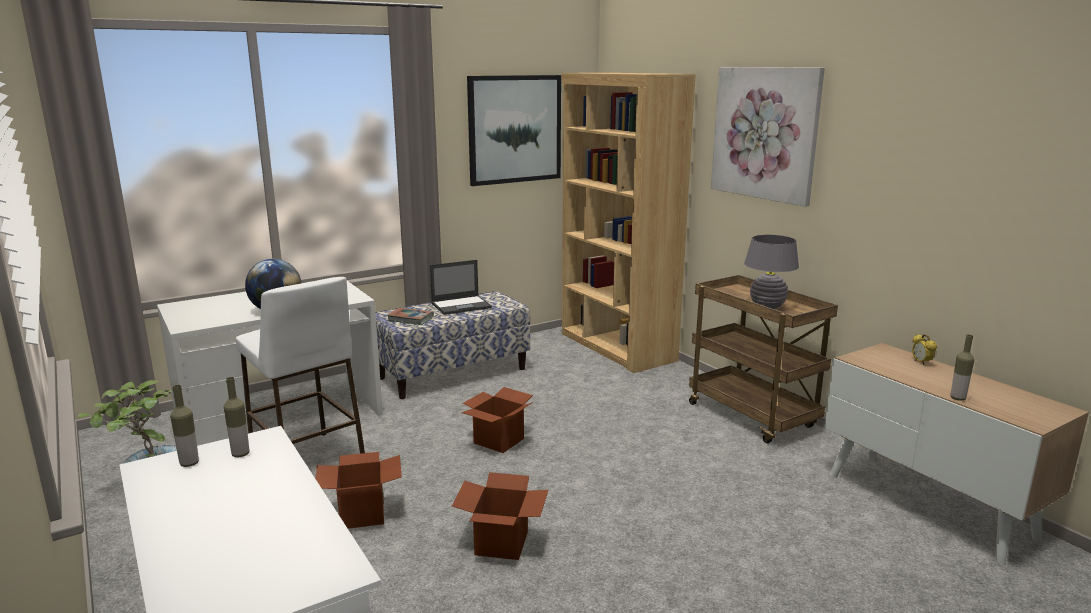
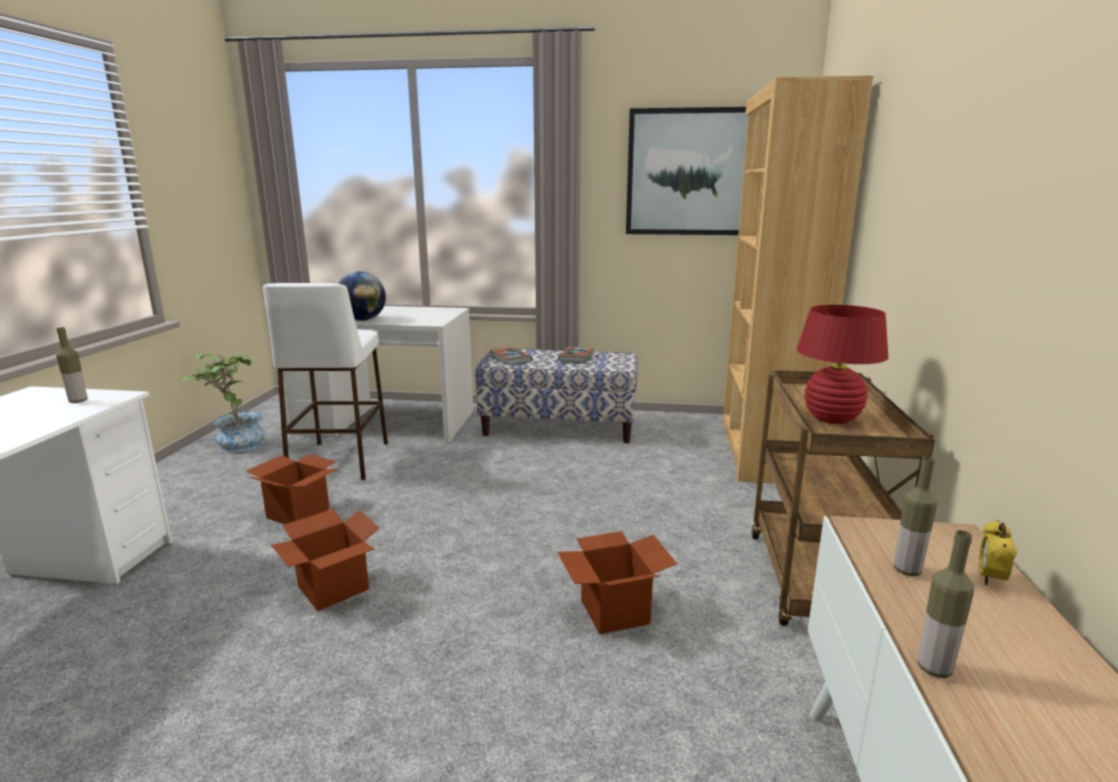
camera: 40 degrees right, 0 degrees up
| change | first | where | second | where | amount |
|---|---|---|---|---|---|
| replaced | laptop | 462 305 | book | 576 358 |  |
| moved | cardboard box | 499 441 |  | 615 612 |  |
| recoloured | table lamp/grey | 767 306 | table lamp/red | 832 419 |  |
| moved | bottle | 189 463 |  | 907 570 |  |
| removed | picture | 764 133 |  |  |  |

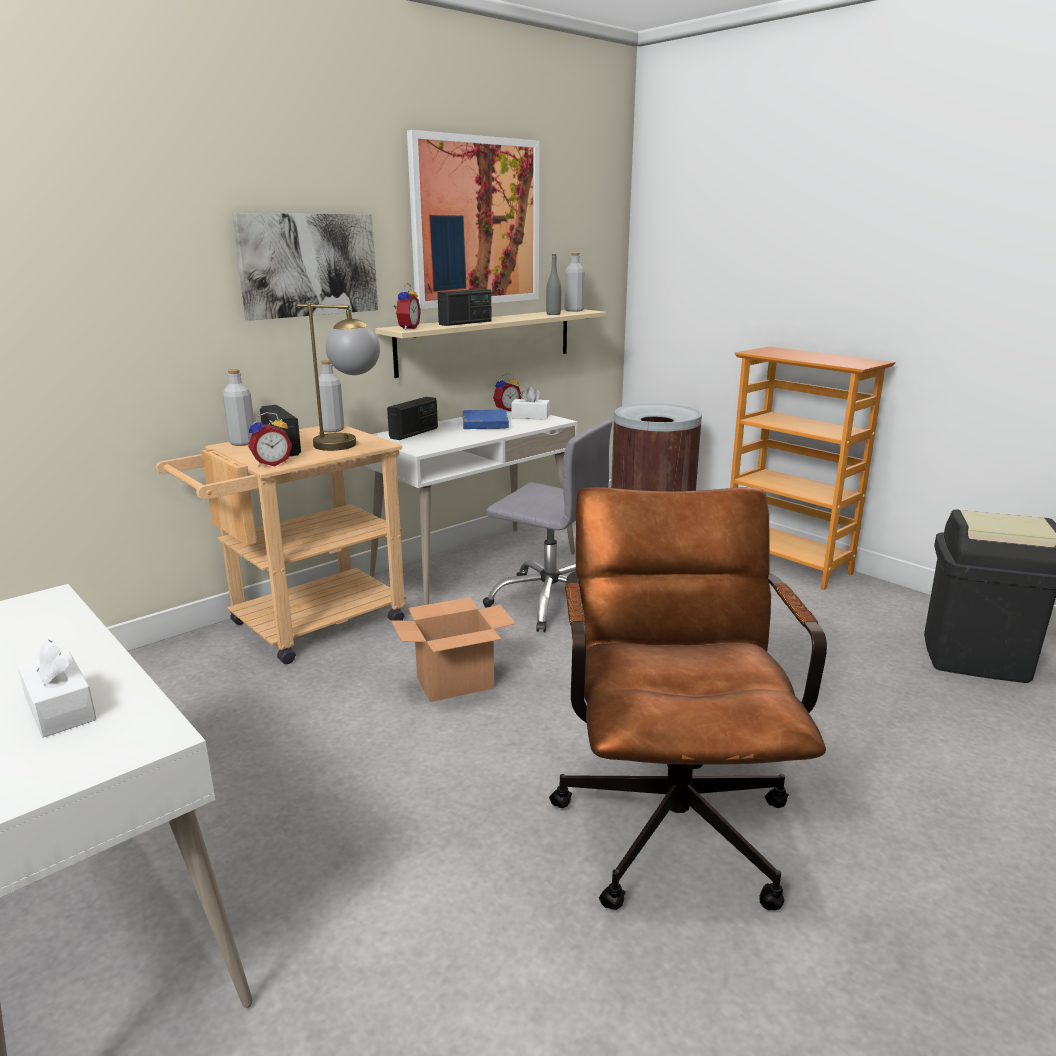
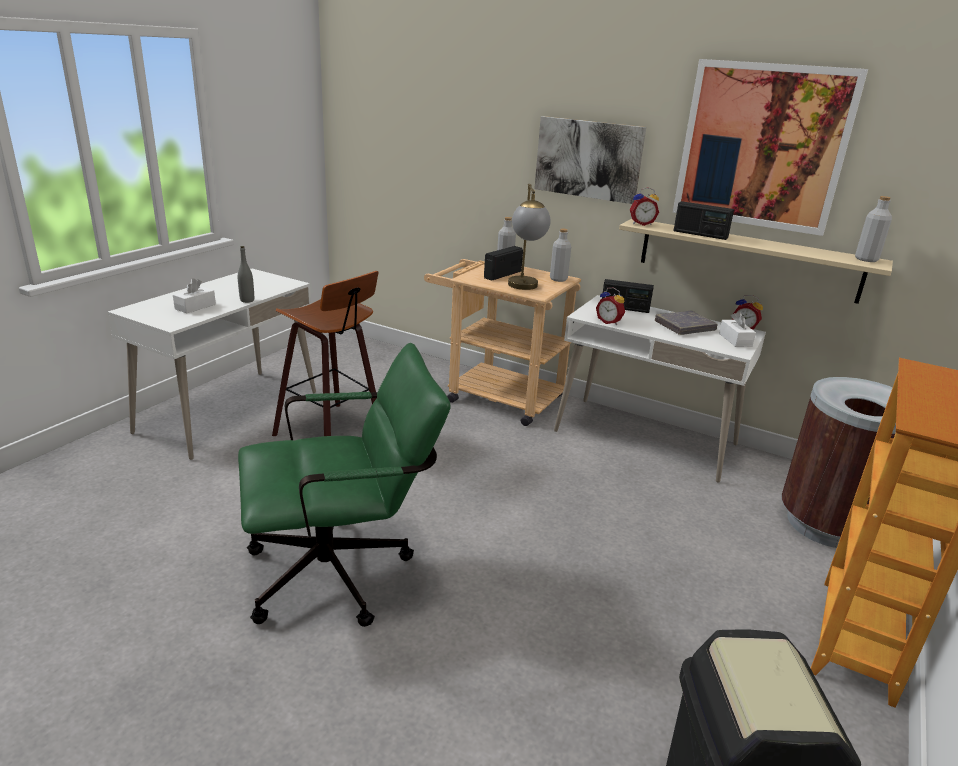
camera: 70 degrees right, 5 degrees up
| change | first | where | second | where | amount |
|---|---|---|---|---|---|
| moved | bottle/grey | 553 314 |  | 247 300 |  |
| recoloured | office chair/brown | 671 814 | office chair/green | 343 571 |  |
| added |  |  | stool | 333 431 |  |
| moved | alarm clock | 271 463 |  | 609 322 |  |
| recoloured | book/blue | 485 424 | book/grey | 685 326 |  |
| removed | cardboard box | 456 682 |  |  |  |
| removed | office chair/grey | 550 601 |  |  |  |

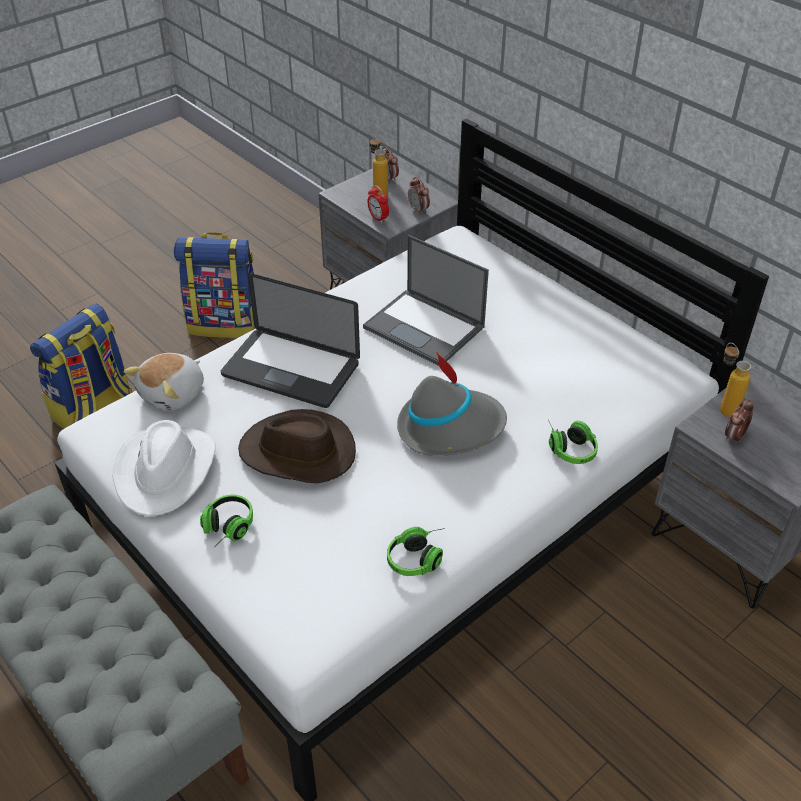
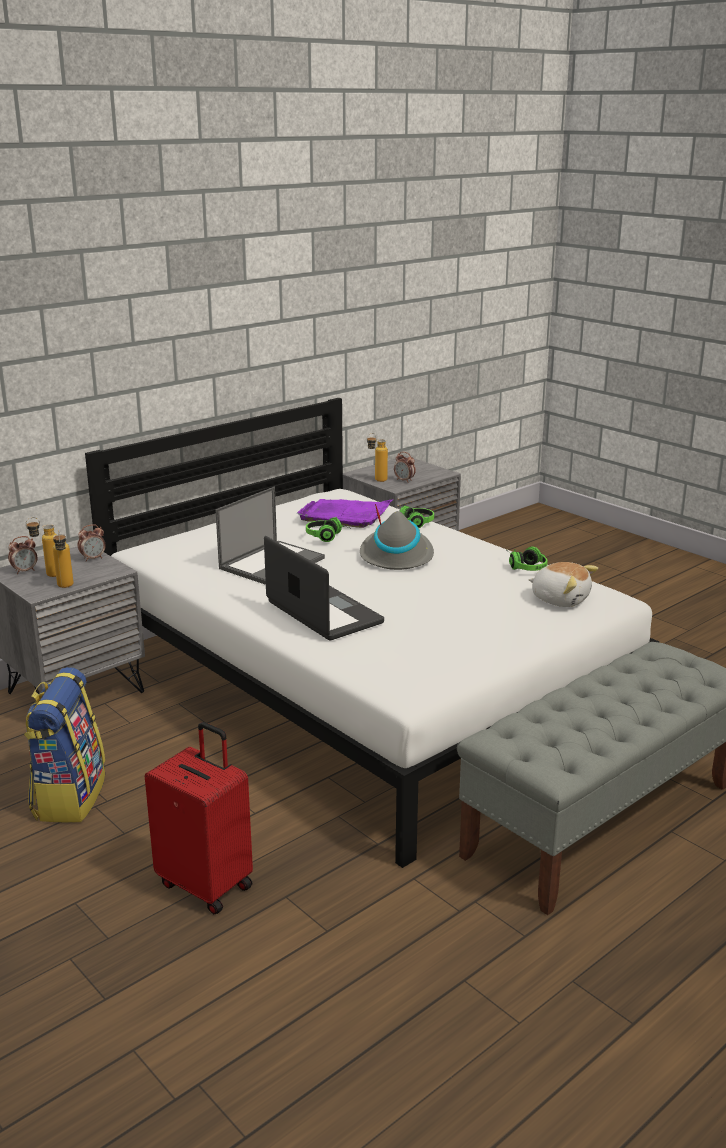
camera: 90 degrees left, 20 degrees down
| change | first | where | second | where | amount |
|---|---|---|---|---|---|
| added |  |  | bottle | 65 587 |  |
| replaced | backpack | 94 409 | suitcase/red | 207 884 |  |
| turned | laptop | 291 370 |  | 324 613 | 60 degrees counterclockwise |
| added |  |  | tray/purple | 345 515 |  |
| moved | headphones | 225 529 |  | 328 537 |  |
| moved | plush toy | 173 394 |  | 560 599 |  |
| removed | hat/white | 166 471 |  |  |  |
| removed | hat/brown | 298 453 |  |  |  |
| removed | alarm clock | 378 218 |  |  |  |

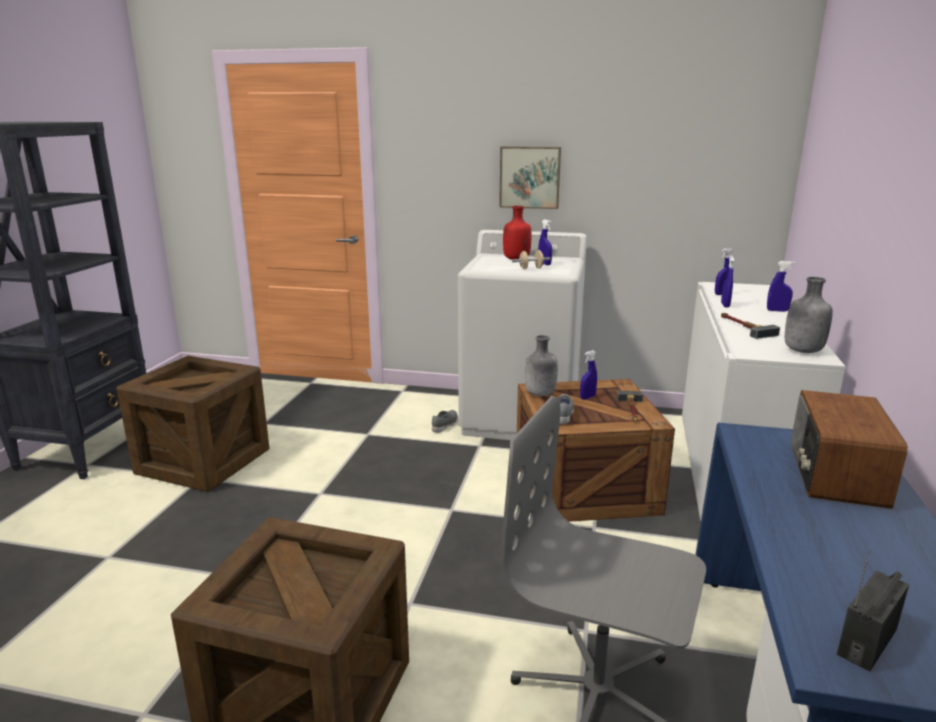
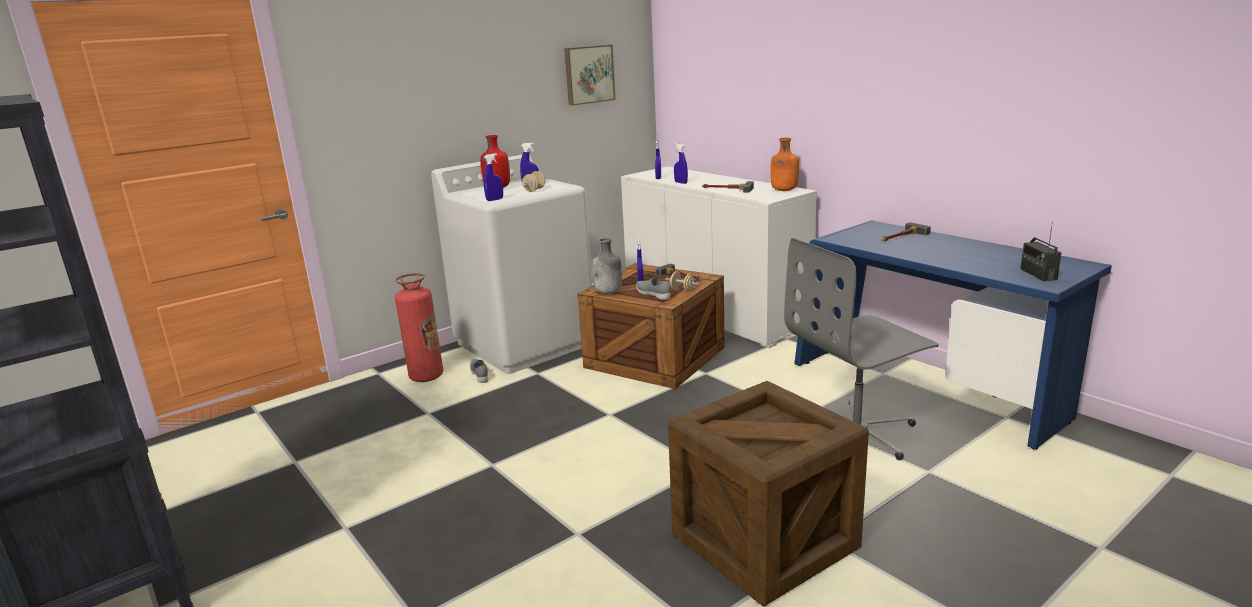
camera: 50 degrees left, 0 degrees up
| change | first | where | second | where | amount |
|---|---|---|---|---|---|
| added |  |  | fire extinguisher | 426 376 |  |
| moved | spray bottle/blue | 777 310 |  | 495 199 |  |
| moved | picture | 530 177 |  | 588 74 |  |
| added |  |  | dumbbell/beige | 682 290 |  |
| recoloured | bottle/grey | 802 351 | bottle/orange | 783 190 |  |
| replaced | radio | 834 474 | hammer | 901 237 |  |
| removed | crate | 203 461 |  |  |  |

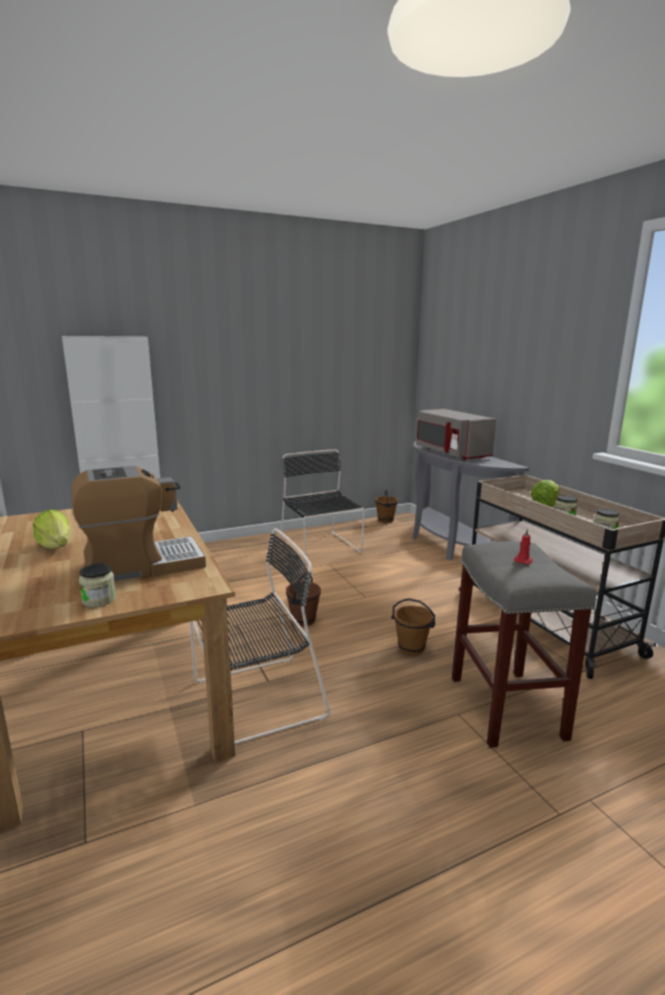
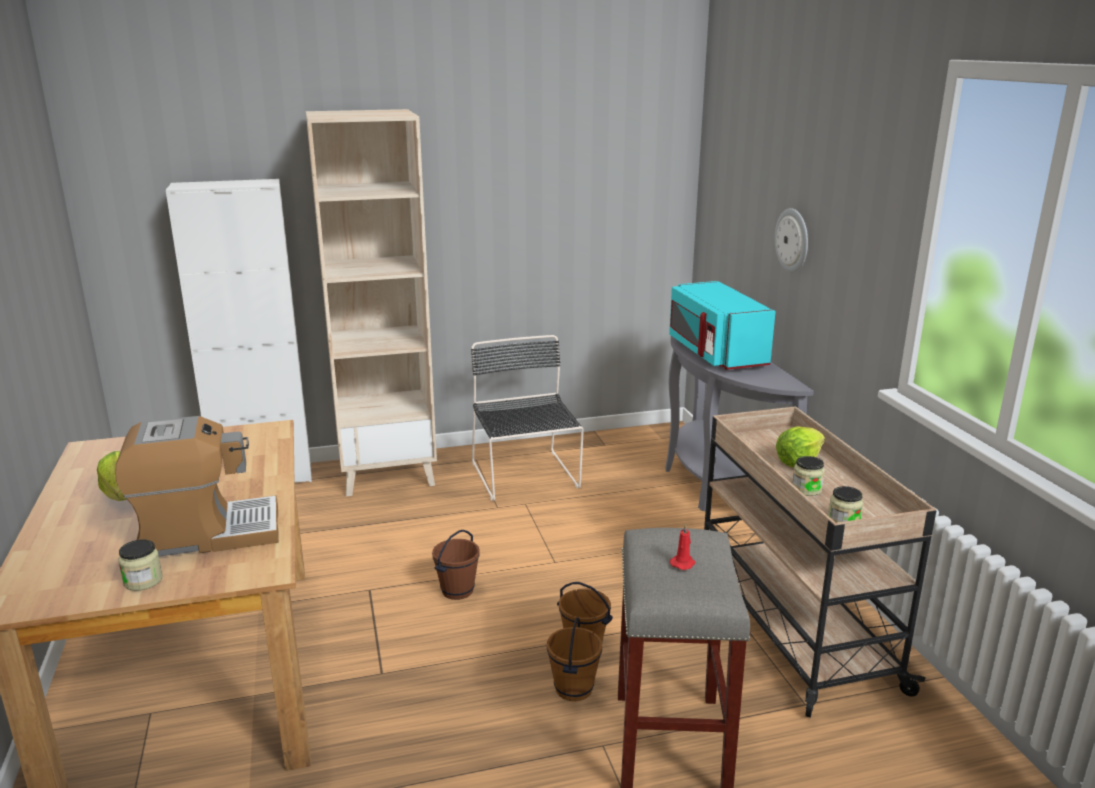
camera: 10 degrees right, 5 degrees up
| change | first | where | second | where | amount |
|---|---|---|---|---|---|
| added |  |  | bookcase/beige | 388 474 |  |
| moved | bucket/brown | 386 520 |  | 574 689 |  |
| recoloured | microwave/grey | 450 453 | microwave/turquoise | 714 353 |  |
| added |  |  | wall clock | 793 240 |  |
| removed | chair/black | 254 700 |  |  |  |

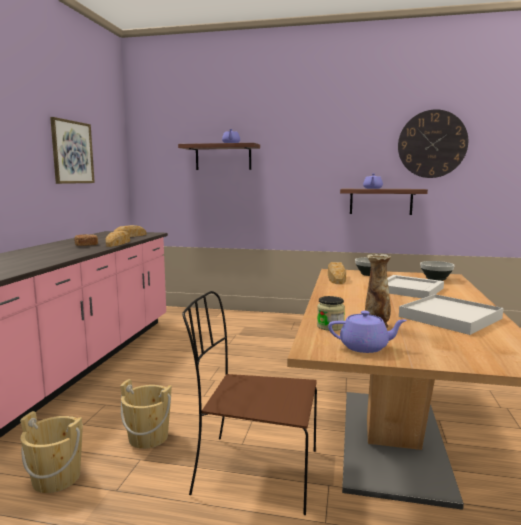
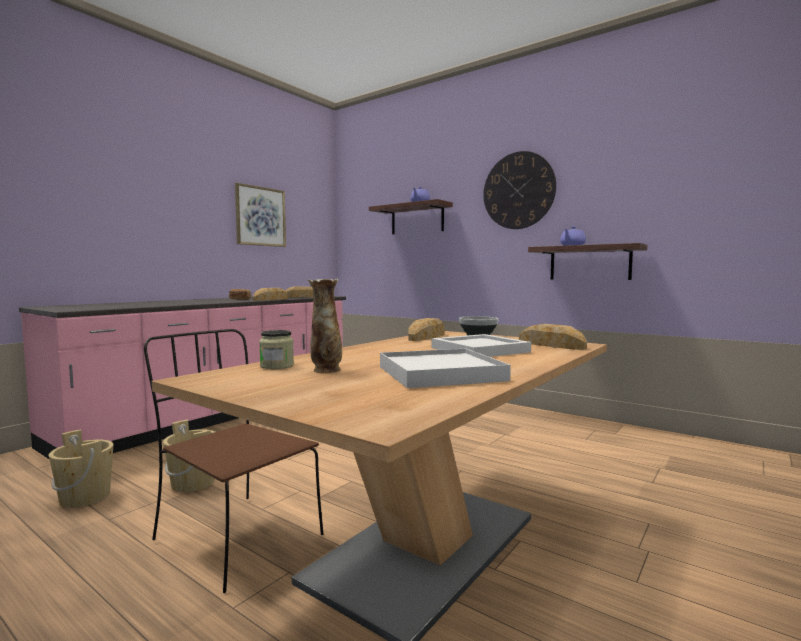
camera: 25 degrees right, 5 degrees down
| change | first | where | second | where | amount |
|---|---|---|---|---|---|
| moved | wall clock | 432 144 |  | 518 190 |  |
| replaced | bowl | 435 279 | bread | 551 345 |  |
| removed | teapot/purple | 365 347 |  |  |  |

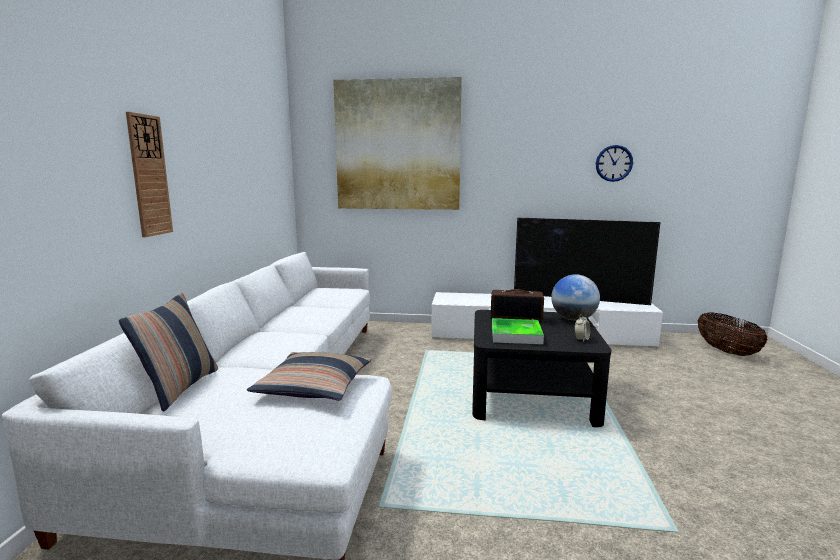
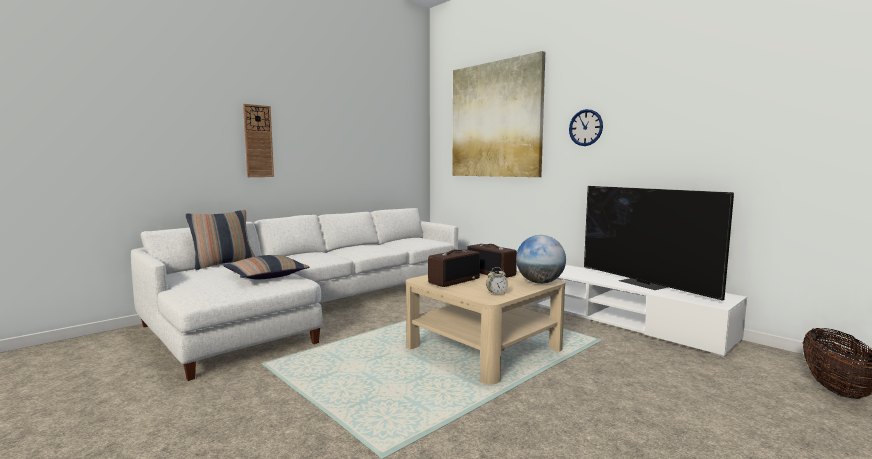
camera: 40 degrees right, 5 degrees down
| change | first | where | second | where | amount |
|---|---|---|---|---|---|
| recoloured | coffee table/black | 530 394 | coffee table/beige | 483 348 |  |
| replaced | tray | 516 335 | radio | 454 280 |  |
| moved | wall clock | 614 163 |  | 585 127 |  |

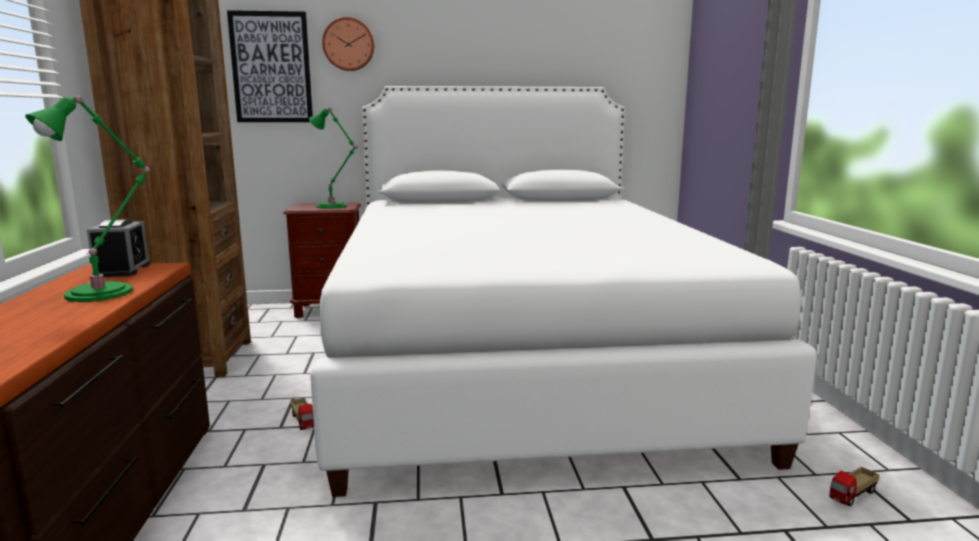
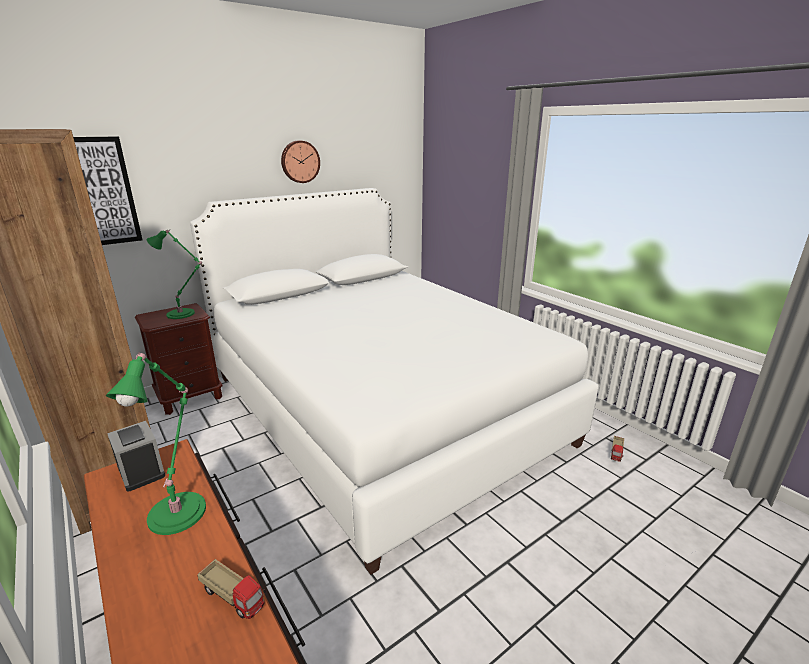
camera: 30 degrees left, 10 degrees up
| change | first | where | second | where | amount |
|---|---|---|---|---|---|
| moved | toy truck | 304 421 |  | 234 597 |  |
| moved | wall clock | 348 44 |  | 300 161 |  |

